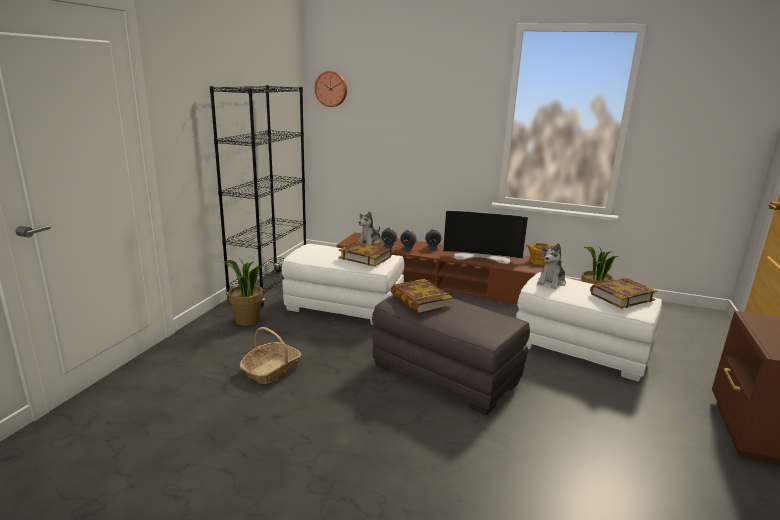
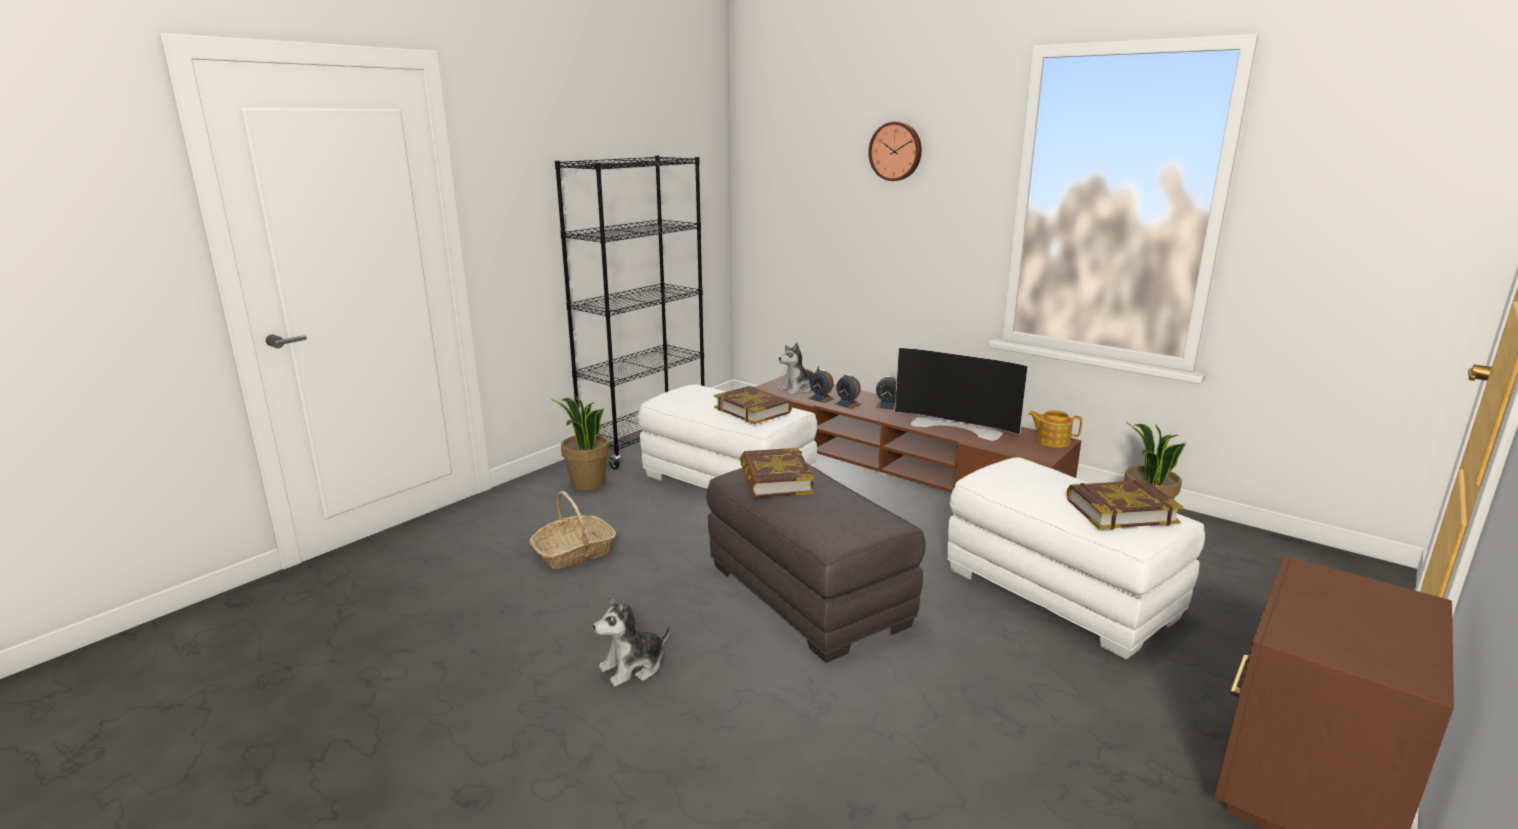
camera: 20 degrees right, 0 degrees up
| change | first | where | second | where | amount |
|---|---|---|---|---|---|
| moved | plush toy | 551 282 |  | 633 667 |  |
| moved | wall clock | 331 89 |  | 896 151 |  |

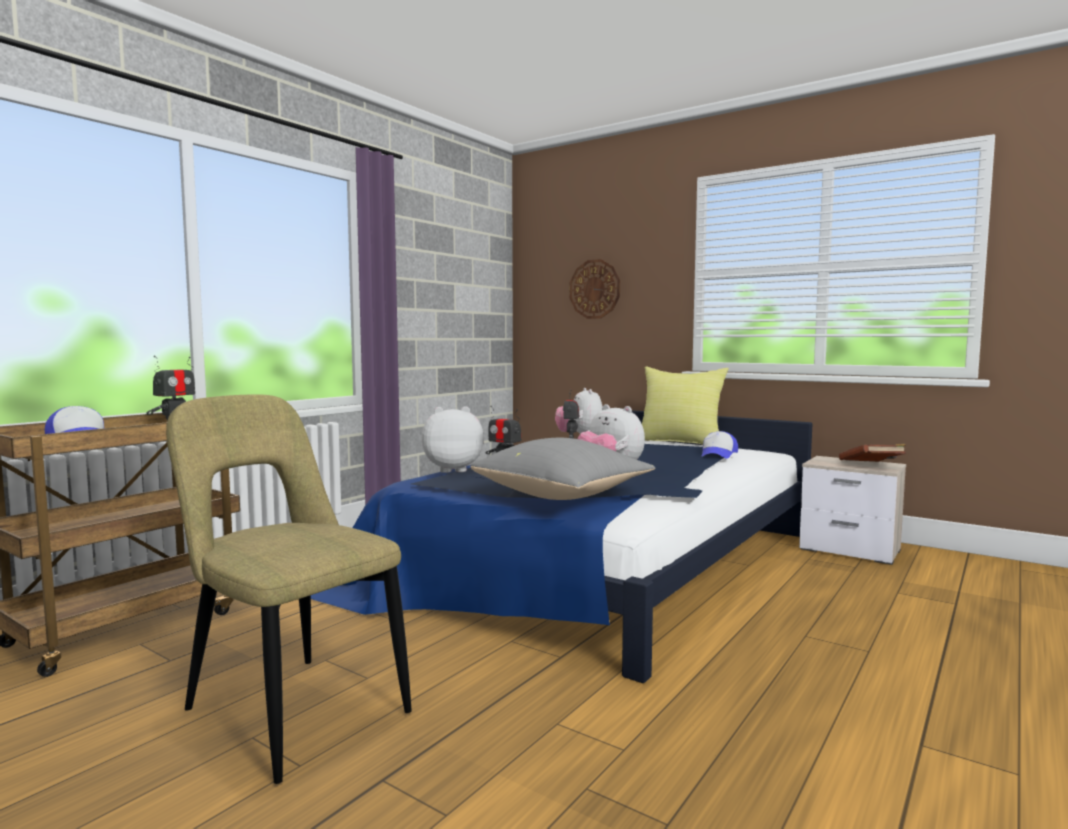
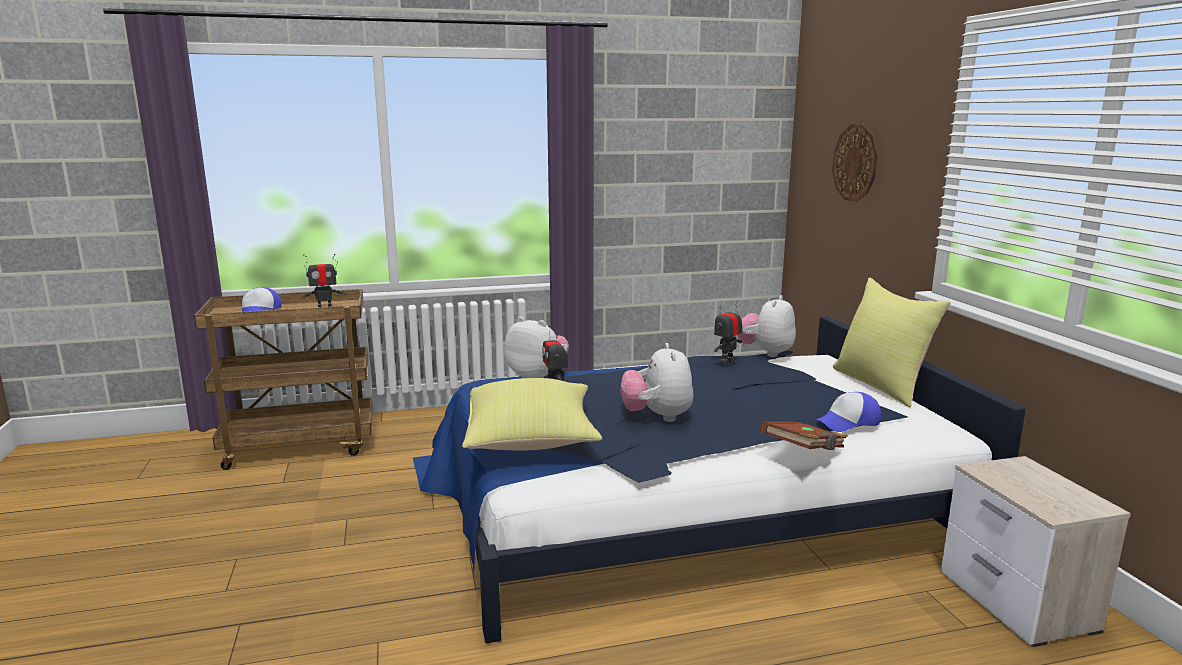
camera: 40 degrees right, 10 degrees up
| change | first | where | second | where | amount |
|---|---|---|---|---|---|
| recoloured | pillow/grey | 563 496 | pillow/yellow | 532 441 |  |
| moved | book/brown | 871 466 |  | 804 451 |  |
| removed | chair/beige | 290 709 |  |  |  |

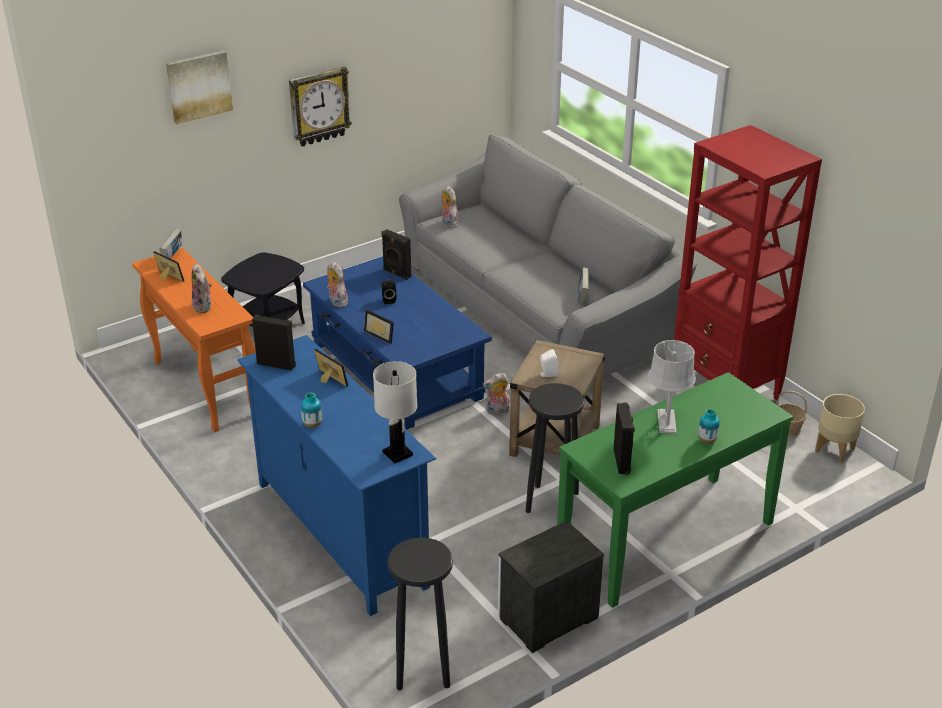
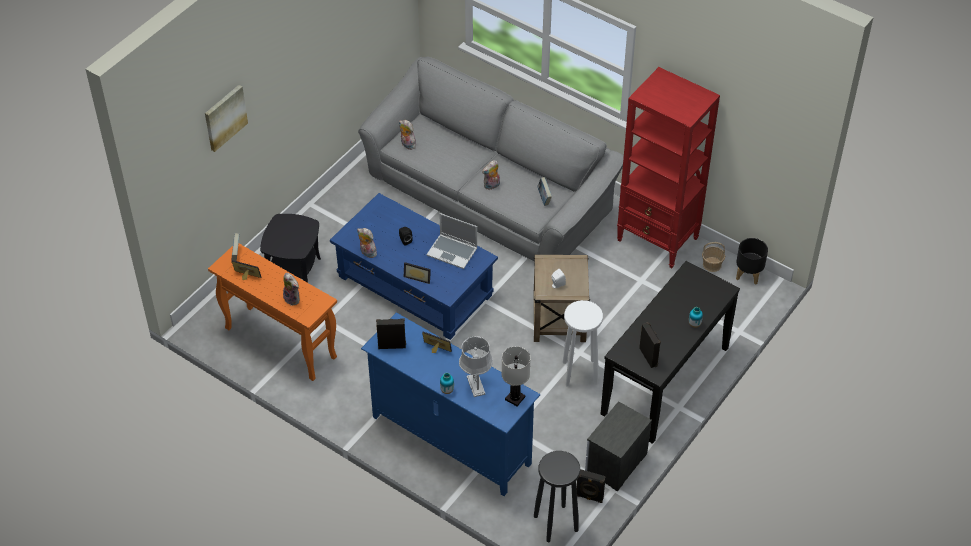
camera: 20 degrees left, 15 degrees up
| change | first | where | second | where | amount |
|---|---|---|---|---|---|
| added |  |  | laptop | 453 252 |  |
| moved | table lamp/grey | 666 422 |  | 476 385 |  |
| moved | plush toy | 497 411 |  | 491 186 |  |
| recoloured | stool/black | 551 502 | stool/white | 579 372 |  |
| moved | speaker/black | 396 274 |  | 589 497 |  |
| recoloured | console table/green | 666 539 | console table/black | 666 381 |  |
| recoloured | planter/beige | 835 450 | planter/black | 749 274 |  |
| removed | wall clock | 319 106 |  |  |  |

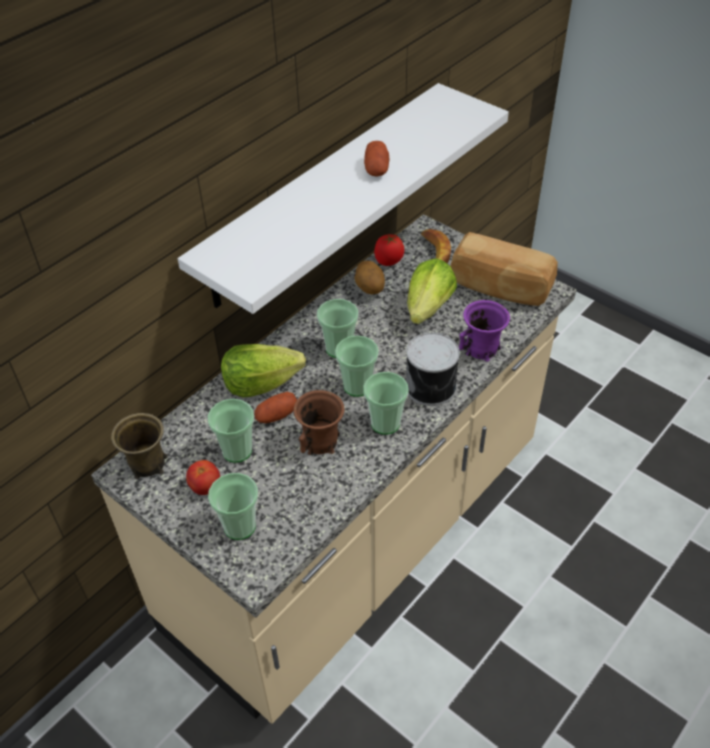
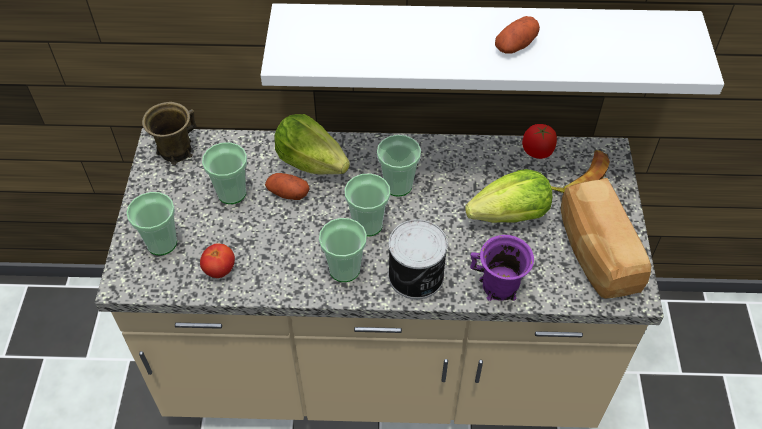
camera: 50 degrees right, 5 degrees up
| change | first | where | second | where | amount |
|---|---|---|---|---|---|
| moved | tomato | 205 487 |  | 219 270 |  |
| removed | mug/brown | 321 441 |  |  |  |
| removed | potato | 369 289 |  |  |  |

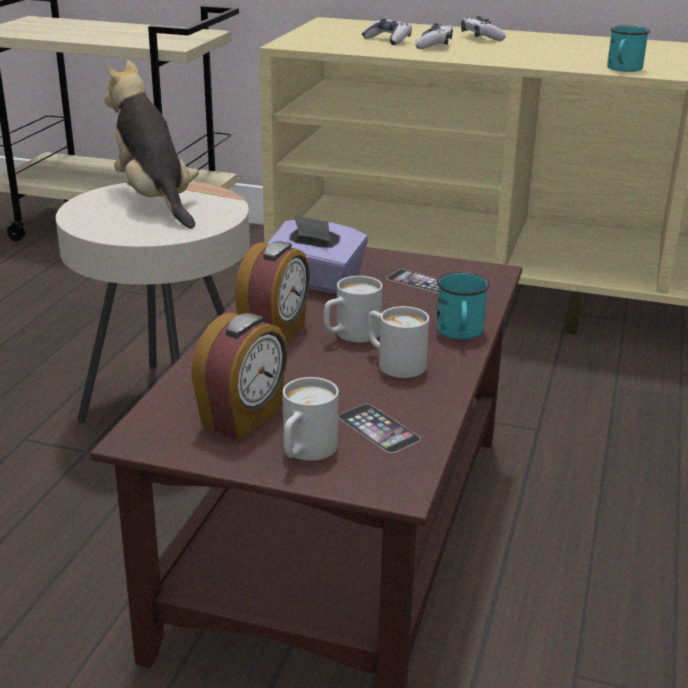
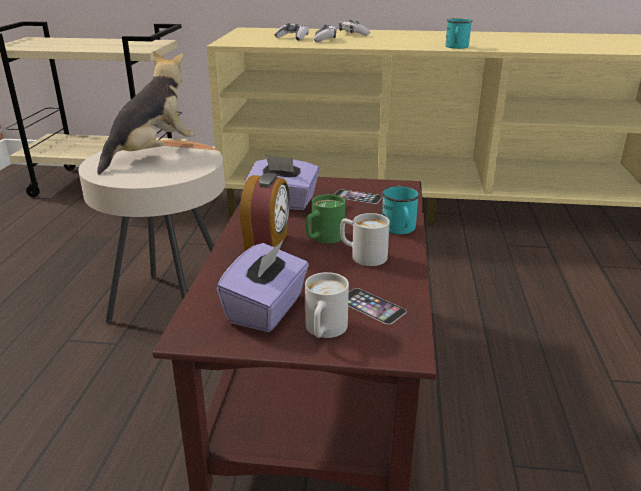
camera: 10 degrees left, 0 degrees up
| change | first | where | second | where | amount |
|---|---|---|---|---|---|
| turned | plush toy | 155 200 |  | 151 154 | 75 degrees clockwise |
| replaced | alarm clock | 243 418 | tissue box/purple | 267 309 |  |
| recoloured | mug/white | 350 335 | mug/green | 323 238 |  |

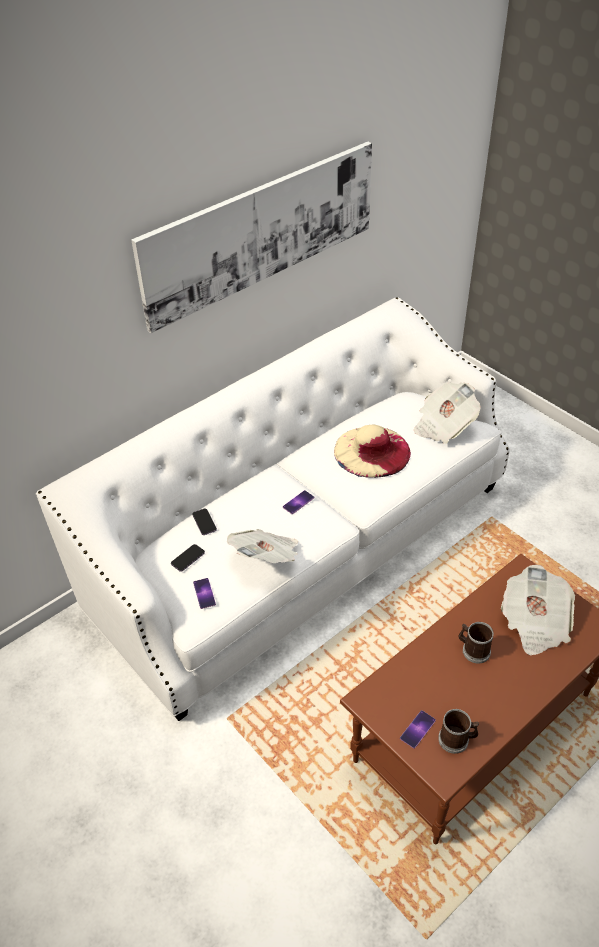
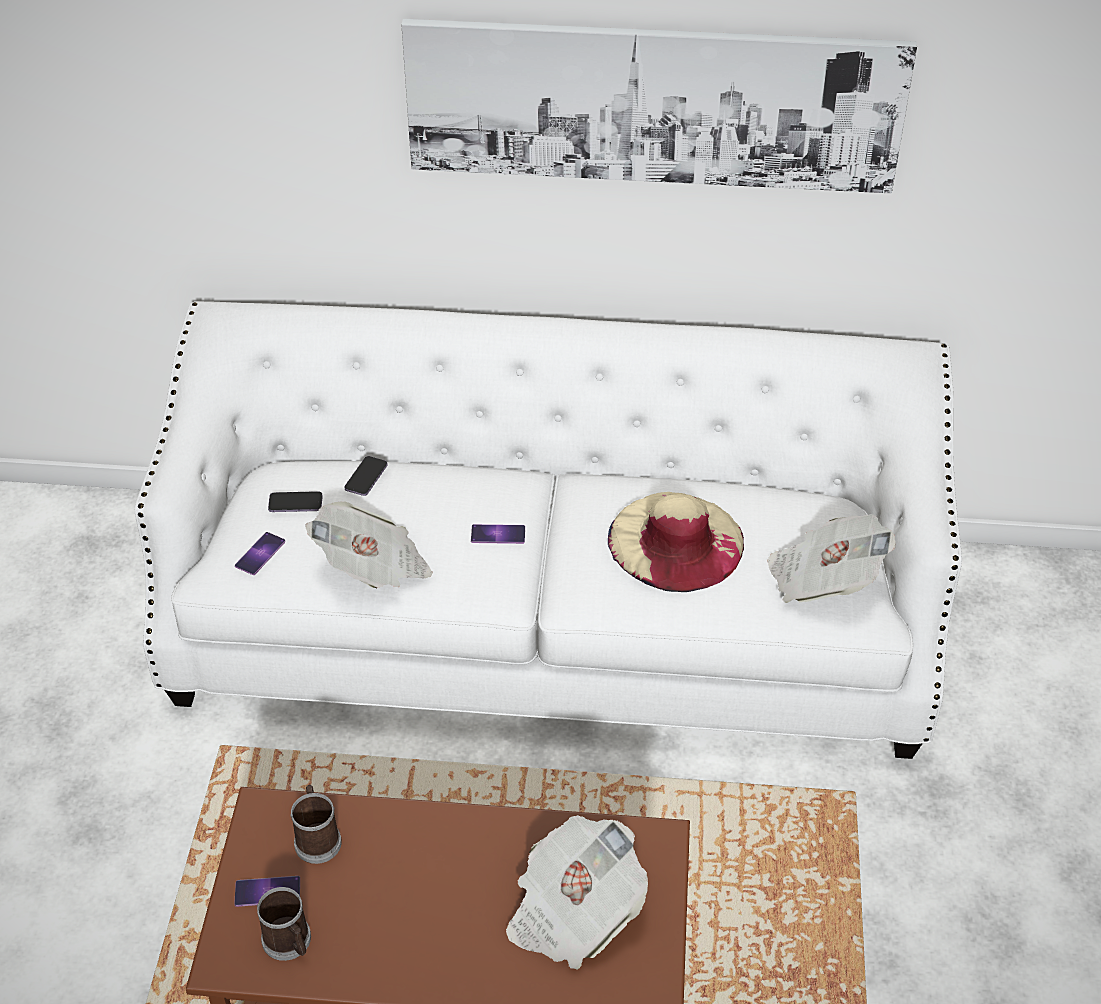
camera: 45 degrees right, 0 degrees up
| change | first | where | second | where | amount |
|---|---|---|---|---|---|
| moved | mug | 473 650 |  | 317 838 |  |

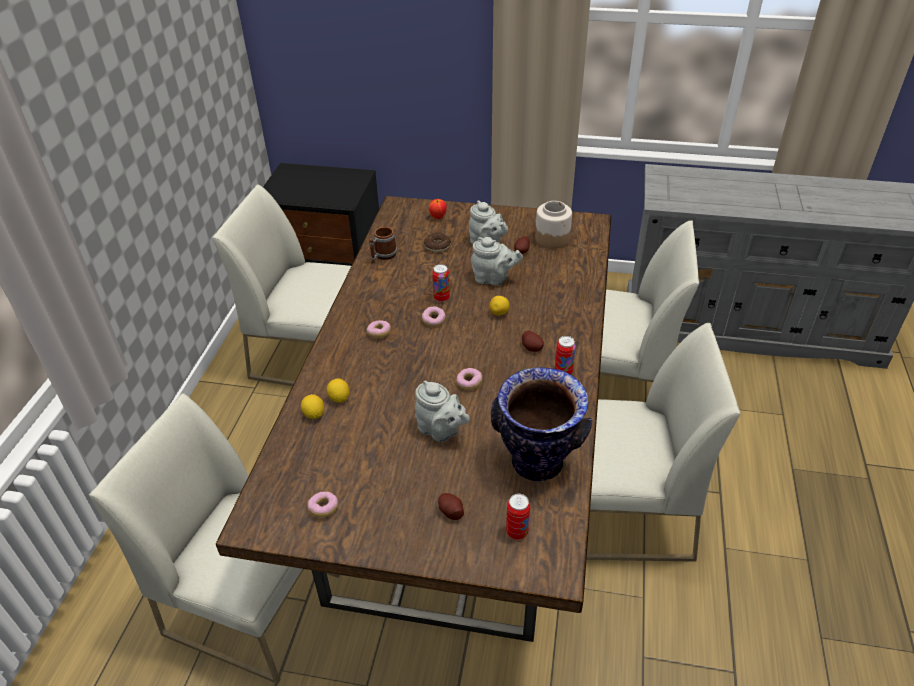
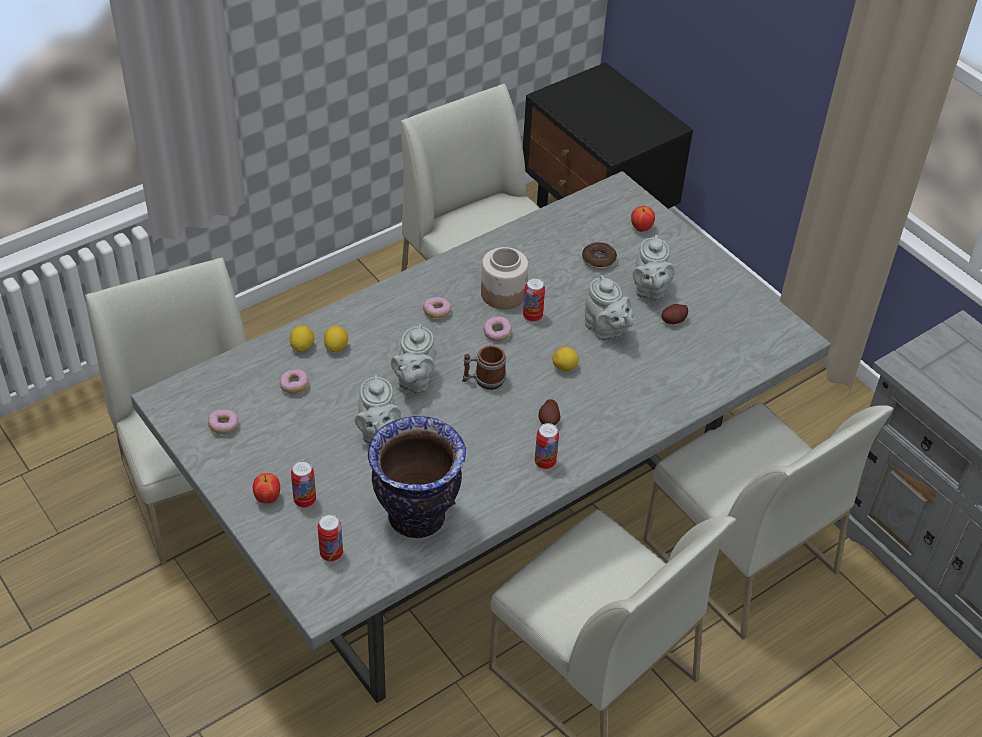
camera: 40 degrees right, 5 degrees up
| change | first | where | second | where | amount |
|---|---|---|---|---|---|
| recoloured | dining table/brown | 460 474 | dining table/grey | 484 518 |  |
| added |  |  | apple | 267 498 |  |
| moved | donut | 469 383 |  | 294 386 |  |
| replaced | potato | 451 512 | can | 305 500 |  |
| added |  |  | teapot/grey | 414 381 |  |
| moved | mug | 382 256 |  | 483 380 |  |
| moved | jar | 552 238 |  | 504 293 |  |

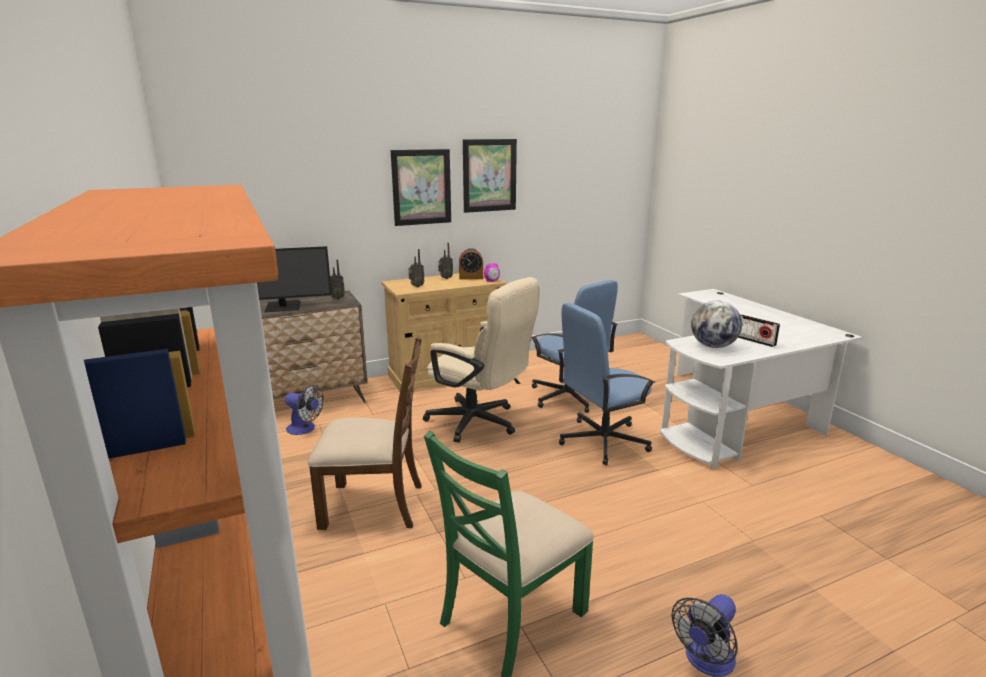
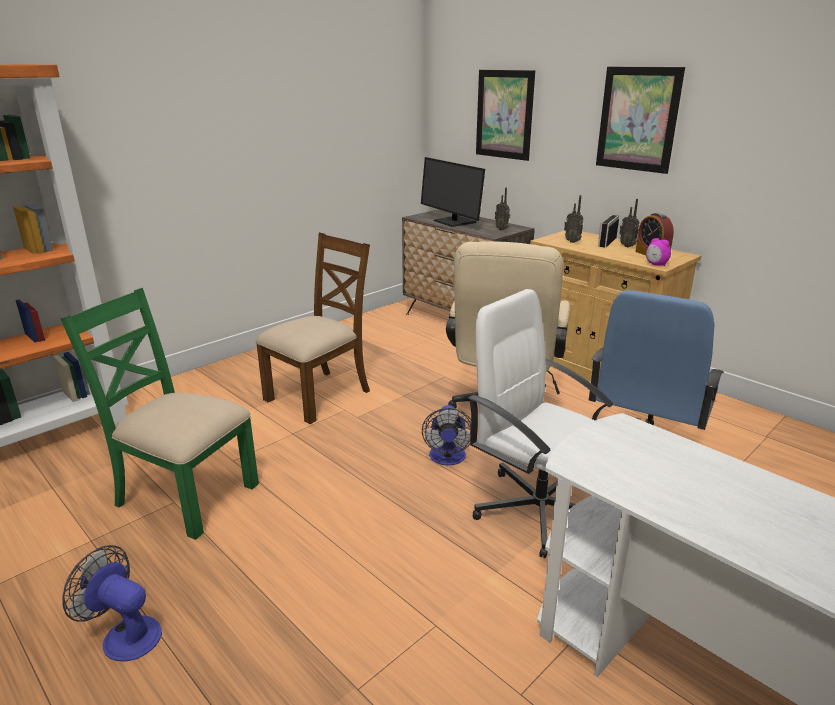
camera: 70 degrees right, 5 degrees up
| change | first | where | second | where | amount |
|---|---|---|---|---|---|
| turned | chair/brown | 374 505 |  | 319 395 | 120 degrees counterclockwise |
| moved | fan | 305 429 |  | 447 458 |  |
| recoloured | office chair/blue | 602 441 | office chair/white | 537 508 |  |
| moved | picture | 489 175 |  | 504 114 |  |
| moved | radio | 755 341 |  | 607 242 |  |
| removed | globe | 713 346 |  |  |  |

